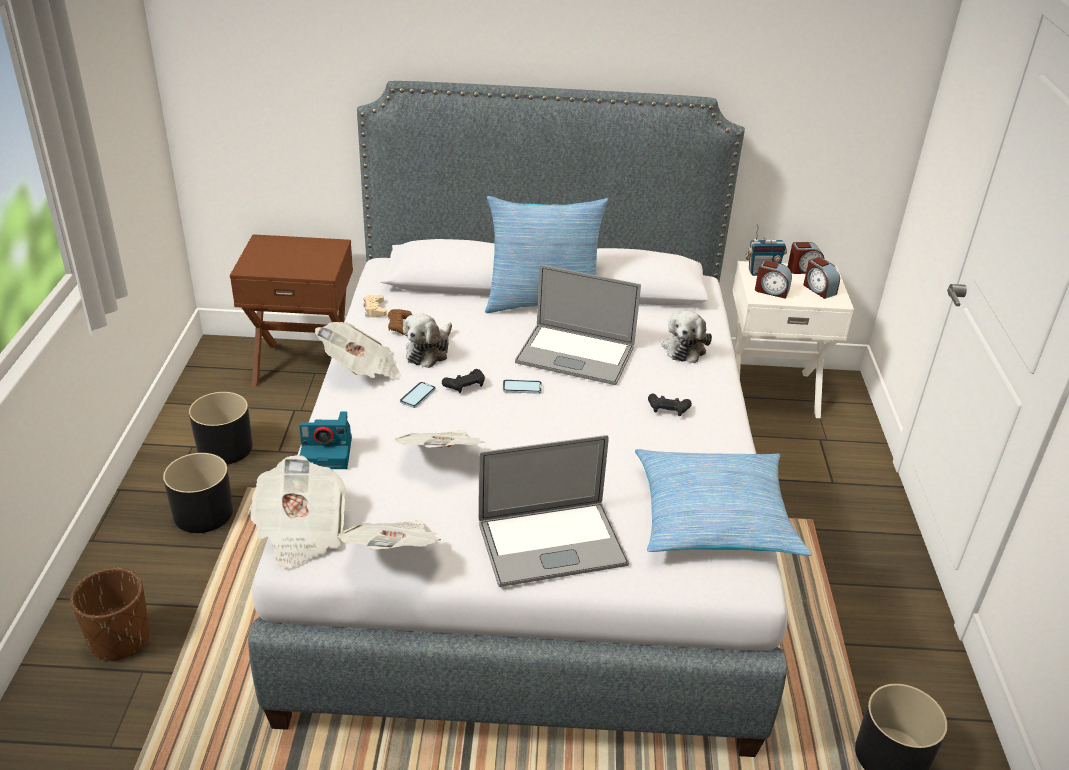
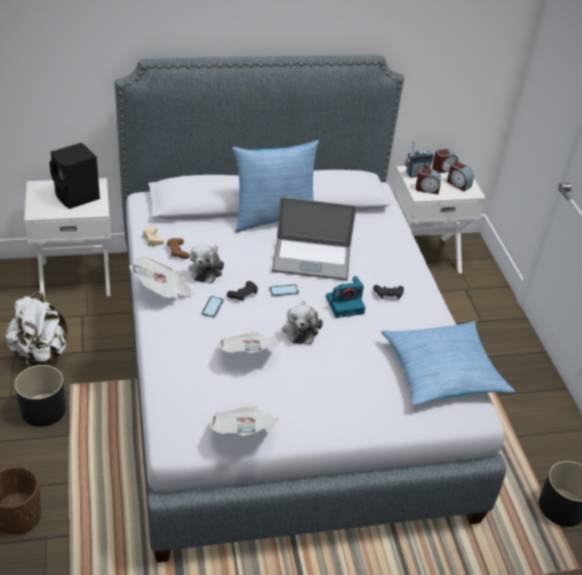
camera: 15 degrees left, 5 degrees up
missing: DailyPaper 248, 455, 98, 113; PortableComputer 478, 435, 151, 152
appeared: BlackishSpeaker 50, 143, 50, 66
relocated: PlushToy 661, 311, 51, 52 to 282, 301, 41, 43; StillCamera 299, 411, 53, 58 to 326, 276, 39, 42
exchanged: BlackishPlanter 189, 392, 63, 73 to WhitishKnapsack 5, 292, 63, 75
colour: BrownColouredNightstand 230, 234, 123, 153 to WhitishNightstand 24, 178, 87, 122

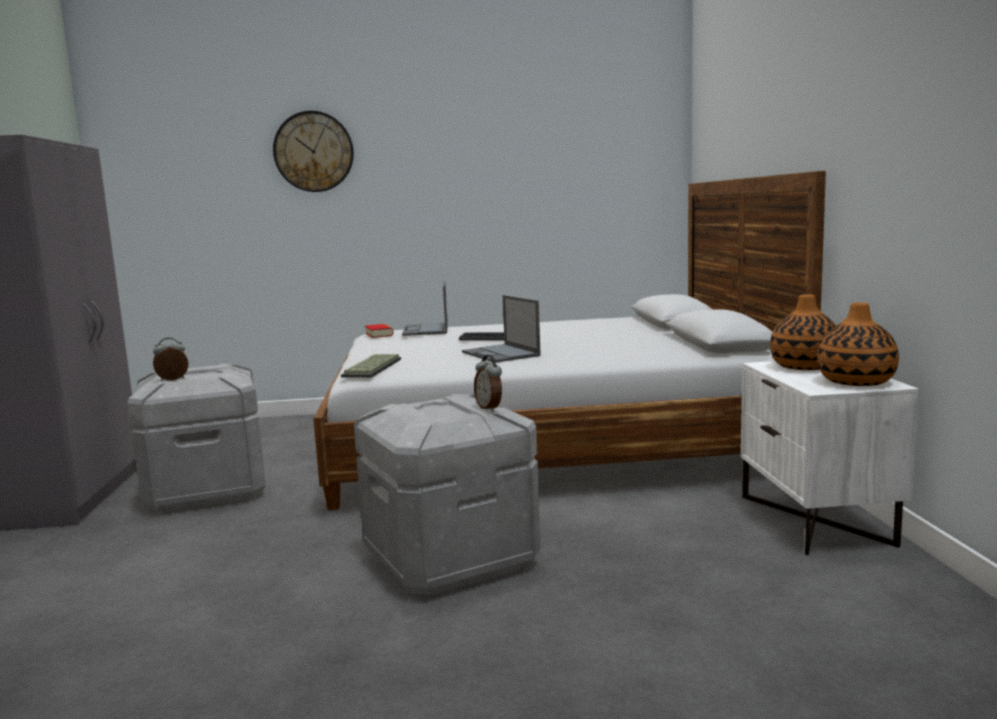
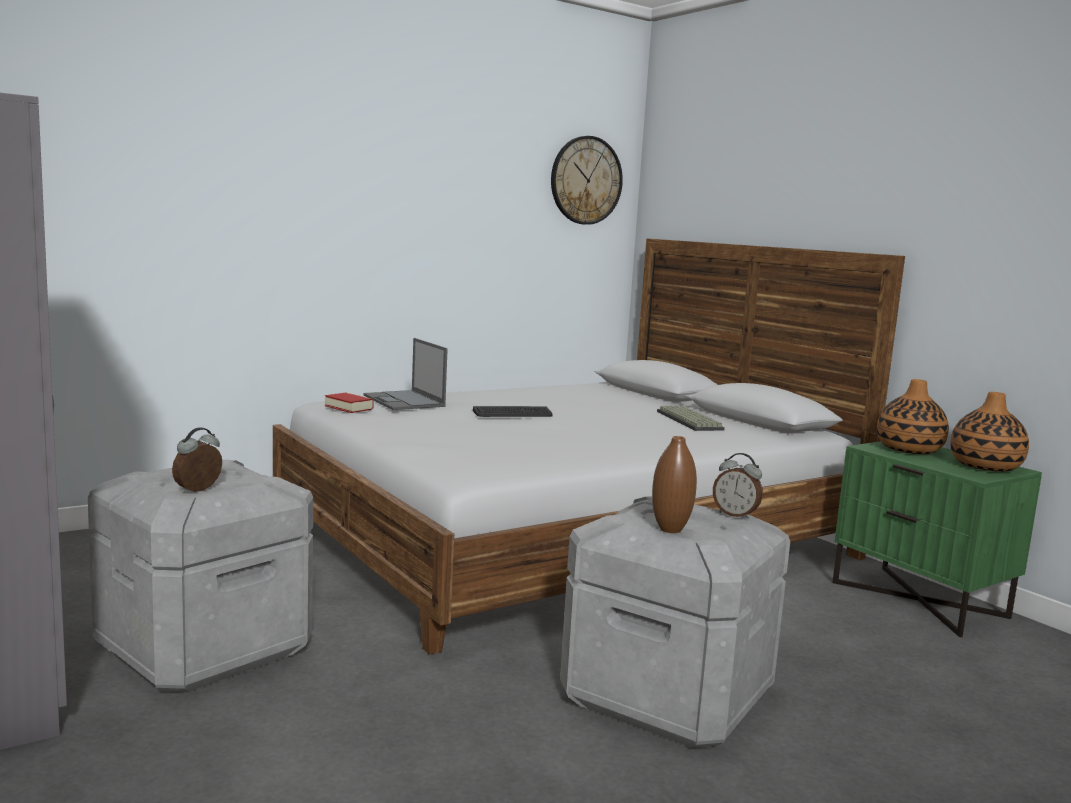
camera: 30 degrees left, 0 degrees up
missing: PortableComputer 462, 295, 79, 68
appeared: BrownColouredDecorativeVase 652, 436, 45, 97
relocated: HangingClock 273, 111, 81, 81 to 551, 136, 72, 89; ComputerKeyboard 341, 354, 60, 24 to 657, 406, 68, 25
colour: WhitishNightstand 741, 361, 178, 194 to GreenNightstand 832, 441, 210, 196

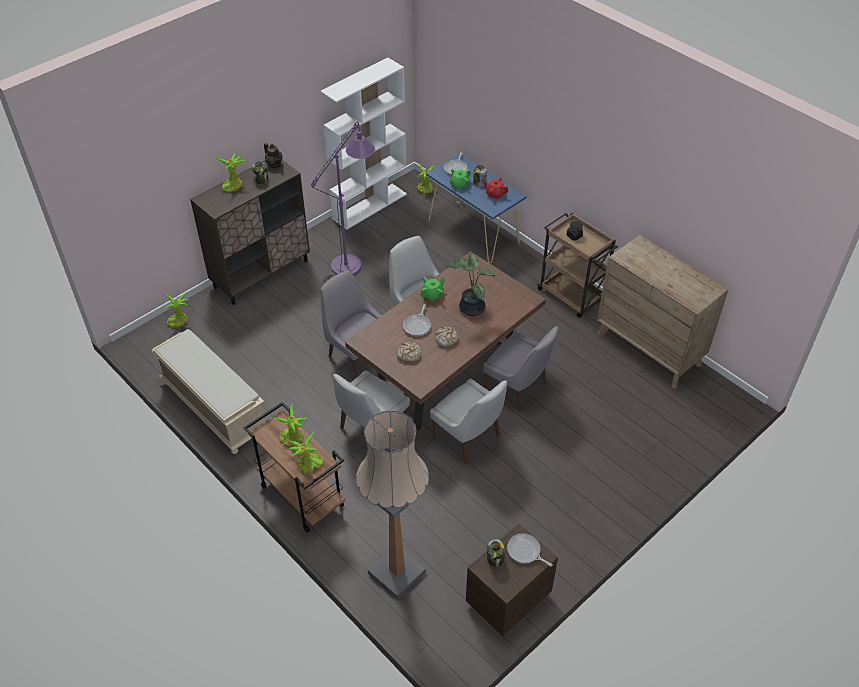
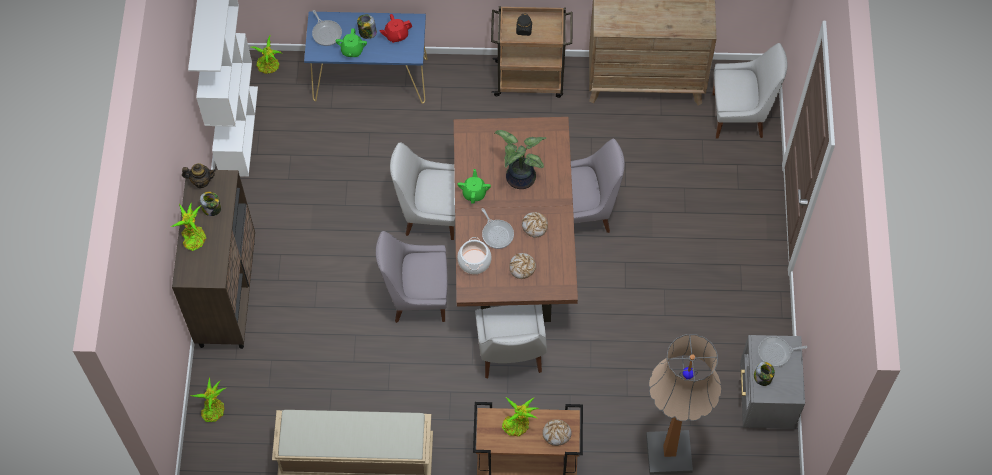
camera: 45 degrees left, 15 degrees up
missing: PurpleColouredFloorLamp 311, 122, 64, 162
appeared: Stockpot 457, 237, 35, 37
relocated: WhitishChair 430, 379, 77, 85 to 712, 43, 76, 96
exchanged: Houseplant 287, 432, 36, 41 to Bread 542, 419, 30, 27
colour: BrownColouredNightstand 466, 524, 92, 112 to GreyishNightstand 740, 335, 65, 94

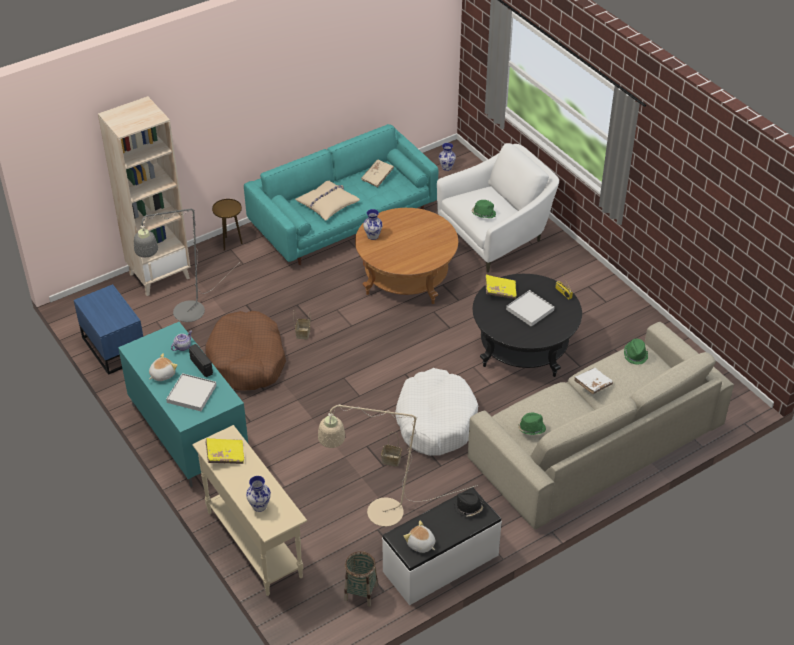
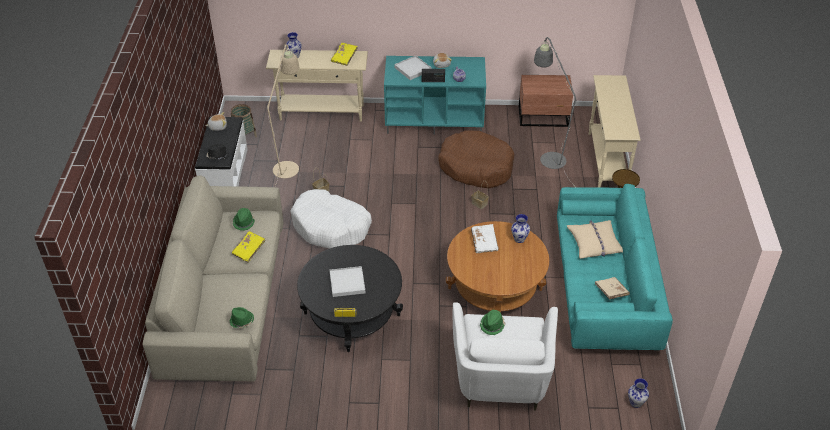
camera: 125 degrees right, 0 degrees up
relocated: YellowColouredBook 485, 275, 32, 24 to 232, 231, 34, 32; WhitishBook 574, 368, 39, 26 to 471, 224, 28, 29
exchanged: BeigeBookshelf 98, 96, 92, 200 to BeigeHallTable 589, 75, 52, 112
colour: BlueColouredNightstand 74, 284, 69, 91 to BrownColouredNightstand 519, 75, 54, 52

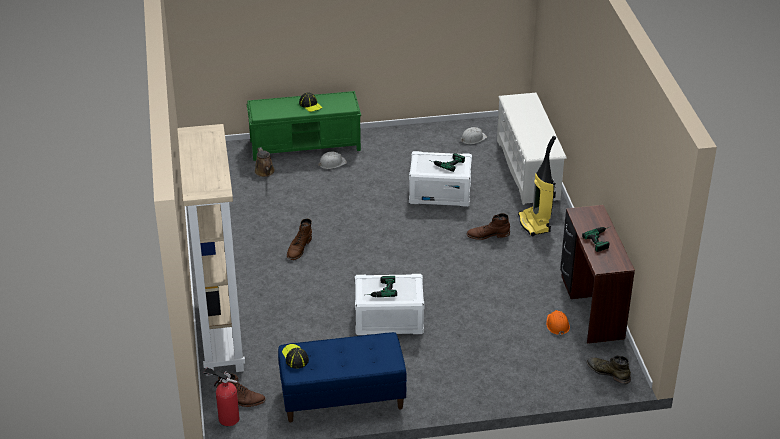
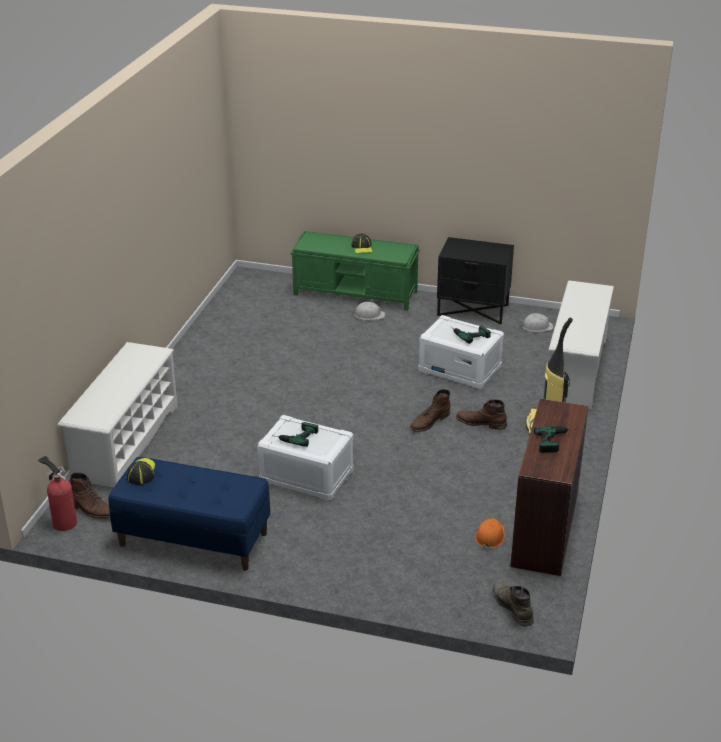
camera: 25 degrees right, 5 degrees down
missing: BrownColouredWateringCan 255, 147, 20, 30
appeared: BlackishNightstand 437, 237, 77, 88
relocated: BrownColouredBoot 287, 218, 25, 42 to 410, 389, 40, 43
exchanged: BeigeBookshelf 177, 124, 68, 252 to WhitishShoeShelf 58, 342, 120, 146

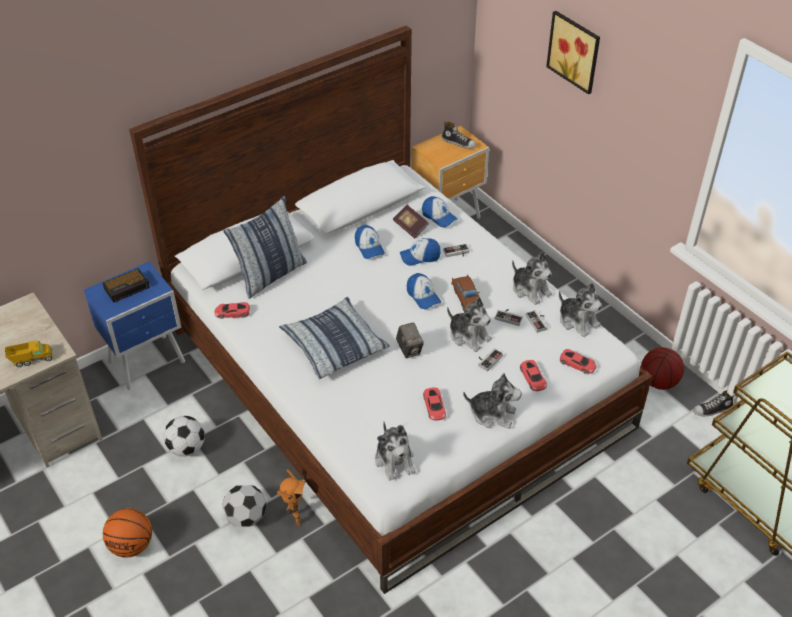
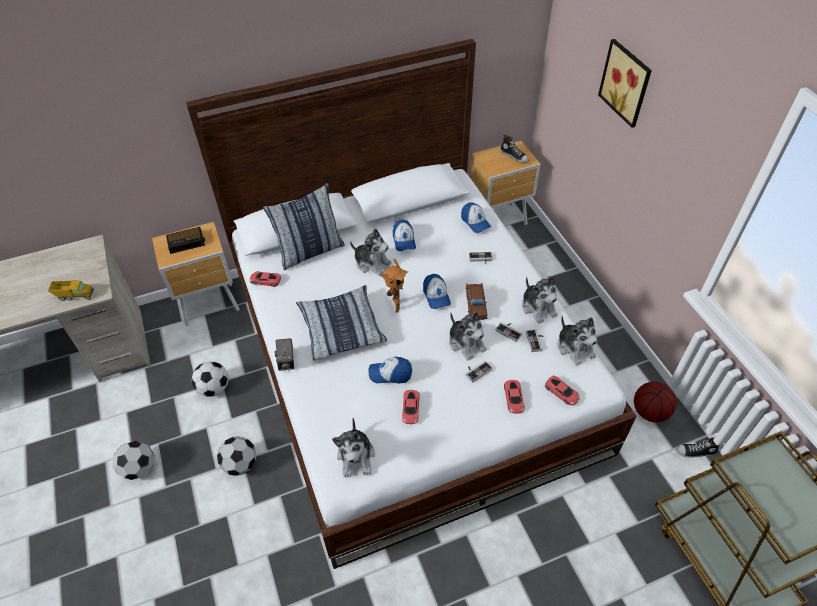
camera: 15 degrees right, 5 degrees up
missing: Book 393, 205, 36, 33
relocated: StillCamera 396, 322, 28, 36 to 275, 338, 19, 33; PlushToy 463, 373, 59, 56 to 350, 229, 42, 47; PeakedCap 400, 238, 40, 28 to 369, 357, 43, 27; RobotFigure 277, 469, 29, 58 to 380, 259, 28, 54
exchanged: BallForBasketball 103, 508, 49, 49 to BallForFootball 113, 440, 42, 40
colour: BlueColouredNightstand 84, 262, 101, 128 to BrownColouredNightstand 152, 222, 88, 104

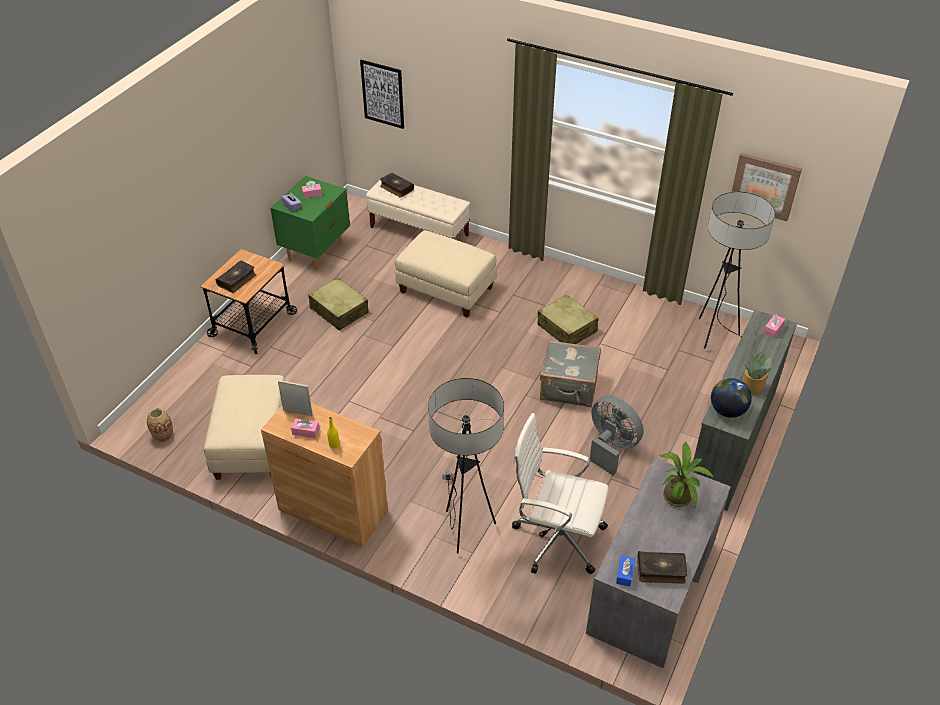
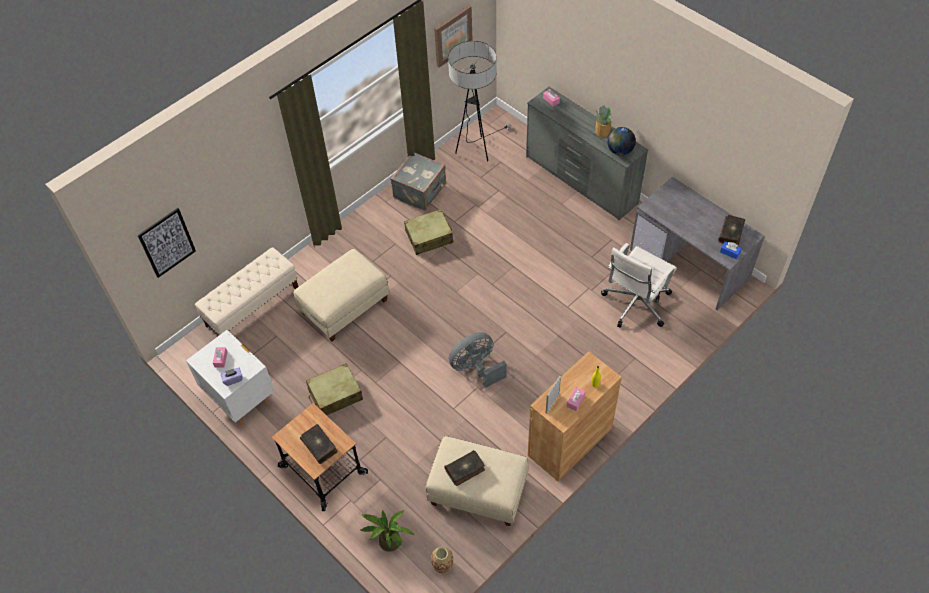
camera: 70 degrees left, 10 degrees up
missing: FloorLamp 428, 378, 76, 176
relocated: Houseplant 660, 442, 54, 66 to 361, 511, 54, 41; GreyishPieceOfLuggage 540, 340, 61, 67 to 391, 152, 55, 58; Book 380, 173, 34, 25 to 444, 450, 41, 36; GreyishElectricFan 589, 396, 55, 79 to 449, 332, 58, 56
colour: GreenNightstand 270, 176, 80, 94 to WhitishNightstand 186, 330, 89, 95

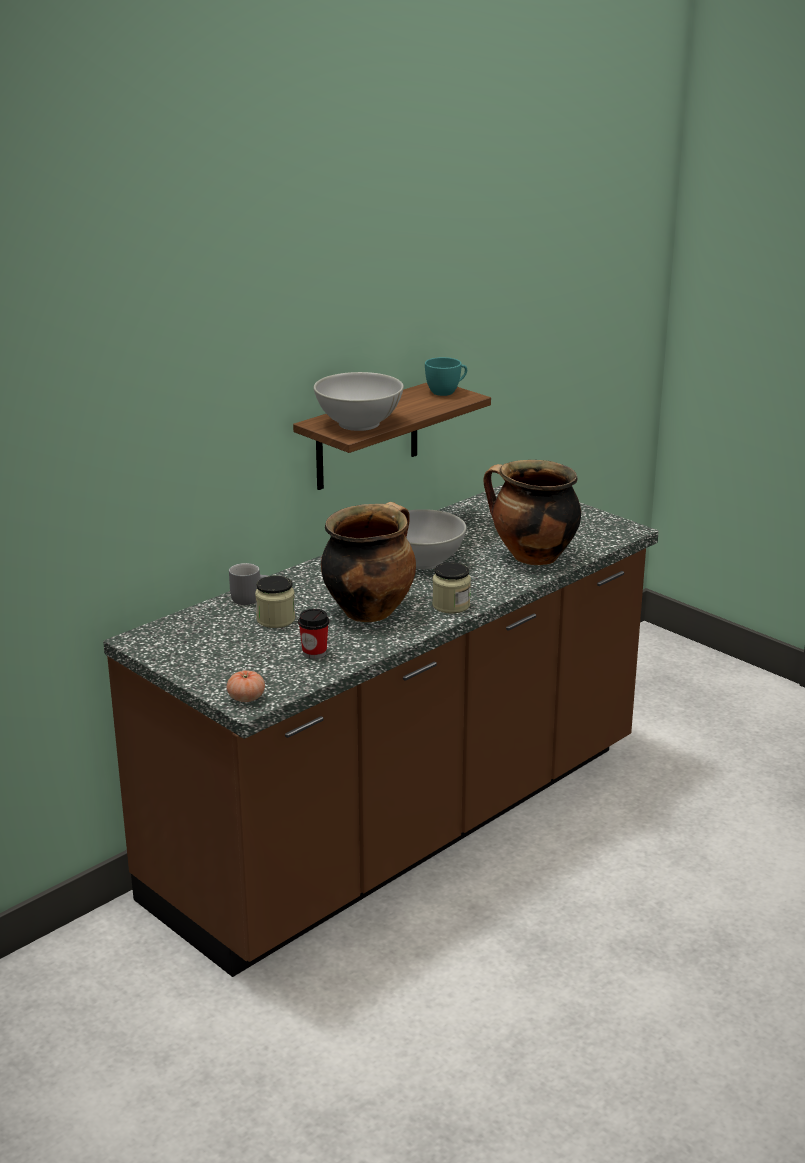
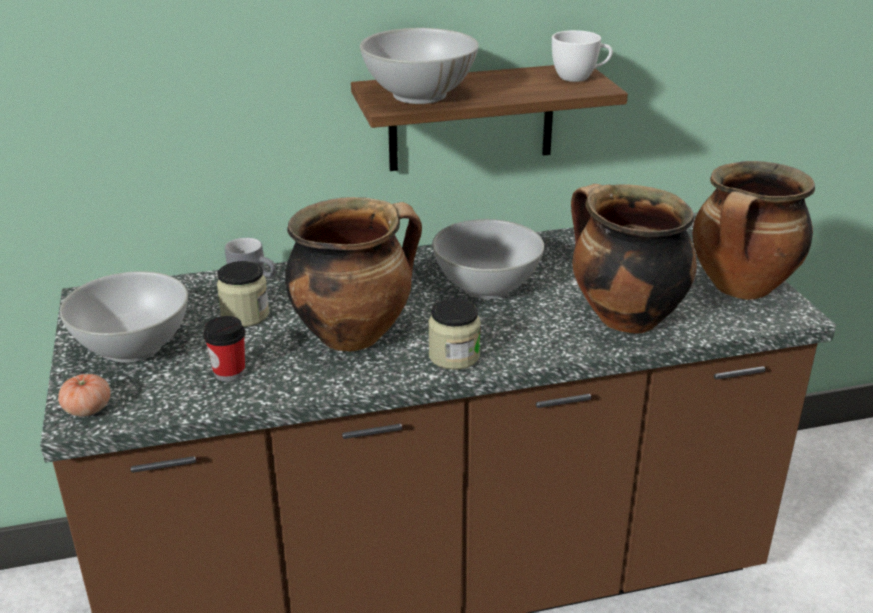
camera: 30 degrees right, 5 degrees up
appeared: WhitishDeepDish 60, 271, 128, 92; Stockpot 692, 161, 123, 139
colour: BlueGreenDrinkingCup 425, 357, 42, 39 to WhitishDrinkingCup 552, 30, 61, 52

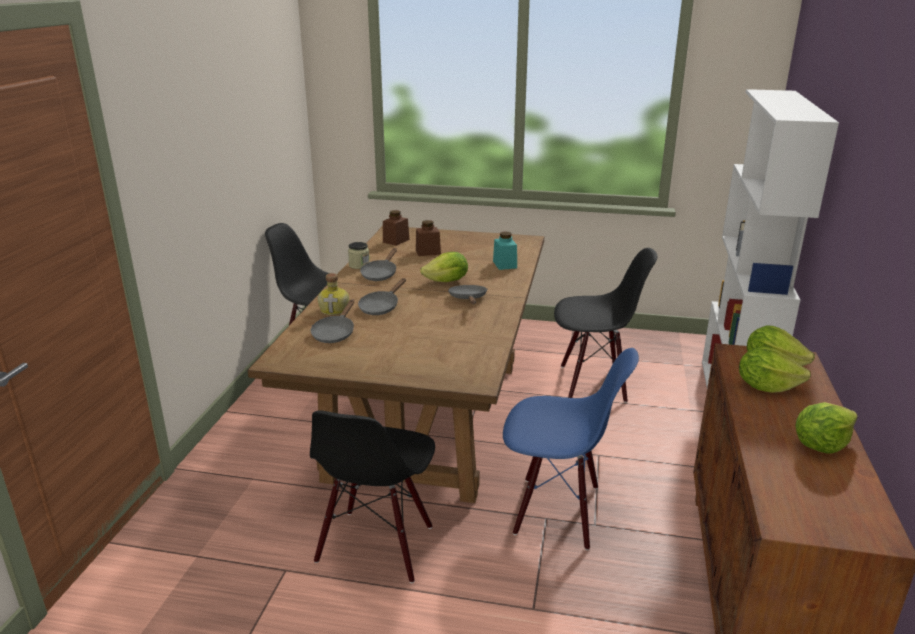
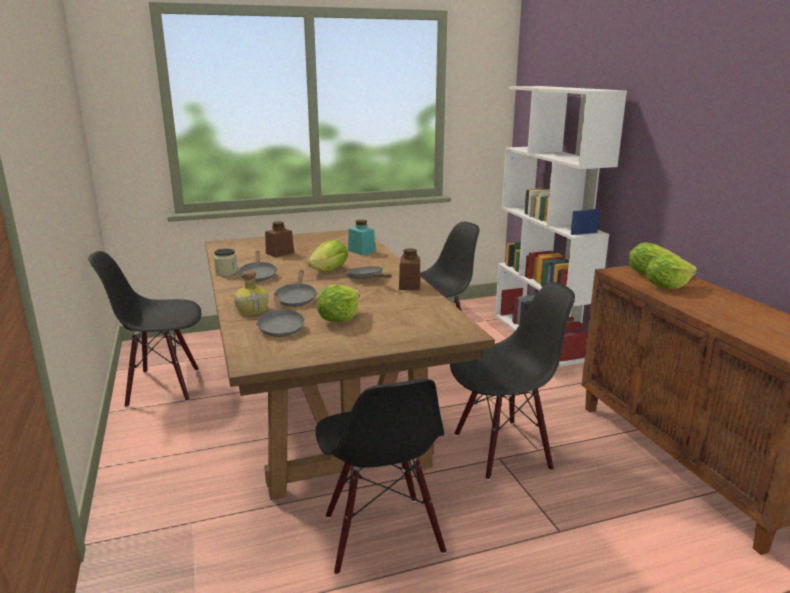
camera: 30 degrees left, 5 degrees down
relocated: Lettuce 795, 402, 63, 51 to 316, 285, 44, 37; BrownColouredJar 383, 210, 26, 36 to 399, 248, 22, 42
colour: BlueColouredChair 503, 348, 136, 202 to BlackishChair 450, 282, 125, 198

